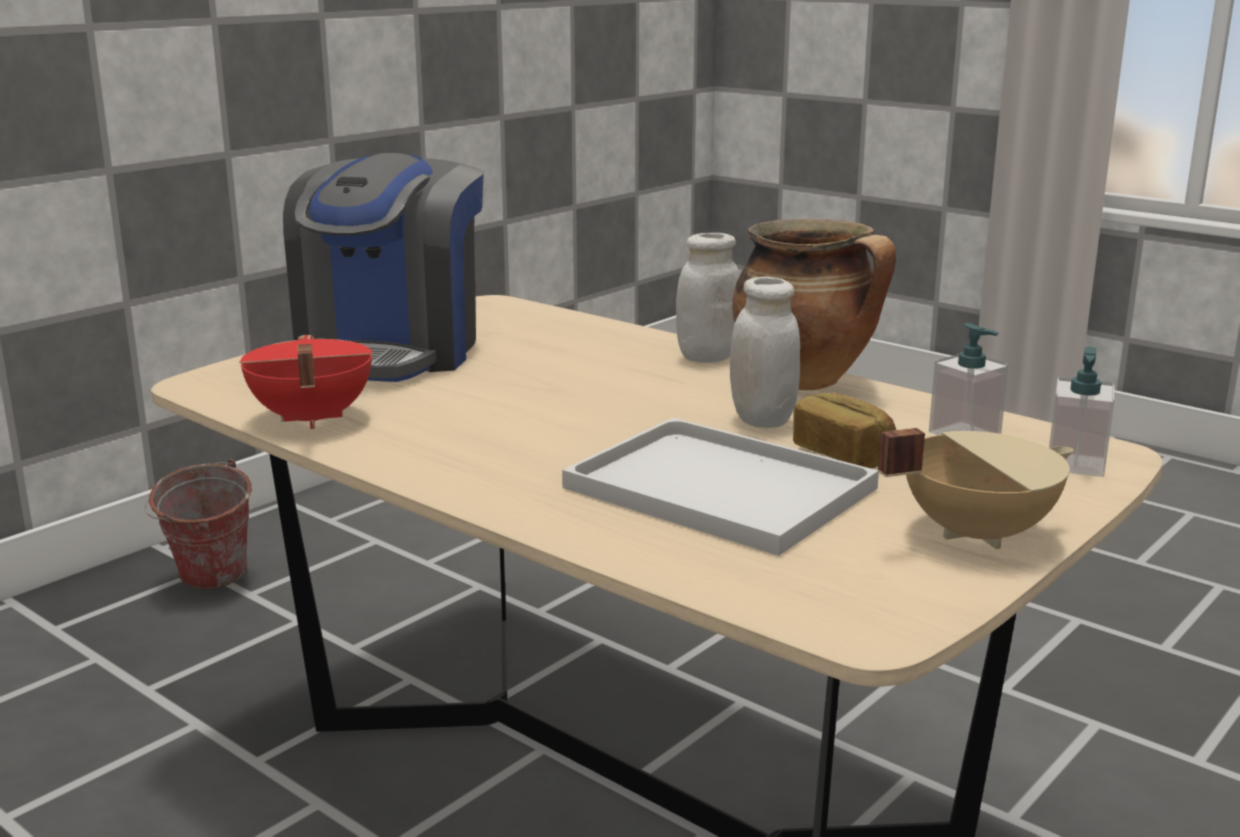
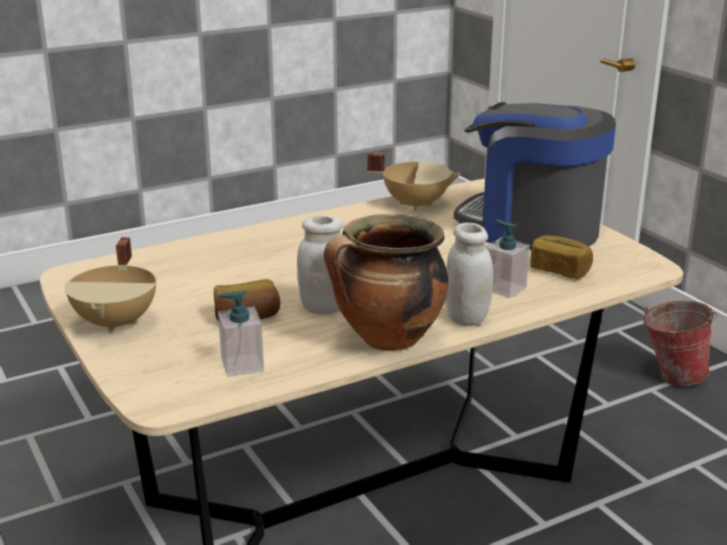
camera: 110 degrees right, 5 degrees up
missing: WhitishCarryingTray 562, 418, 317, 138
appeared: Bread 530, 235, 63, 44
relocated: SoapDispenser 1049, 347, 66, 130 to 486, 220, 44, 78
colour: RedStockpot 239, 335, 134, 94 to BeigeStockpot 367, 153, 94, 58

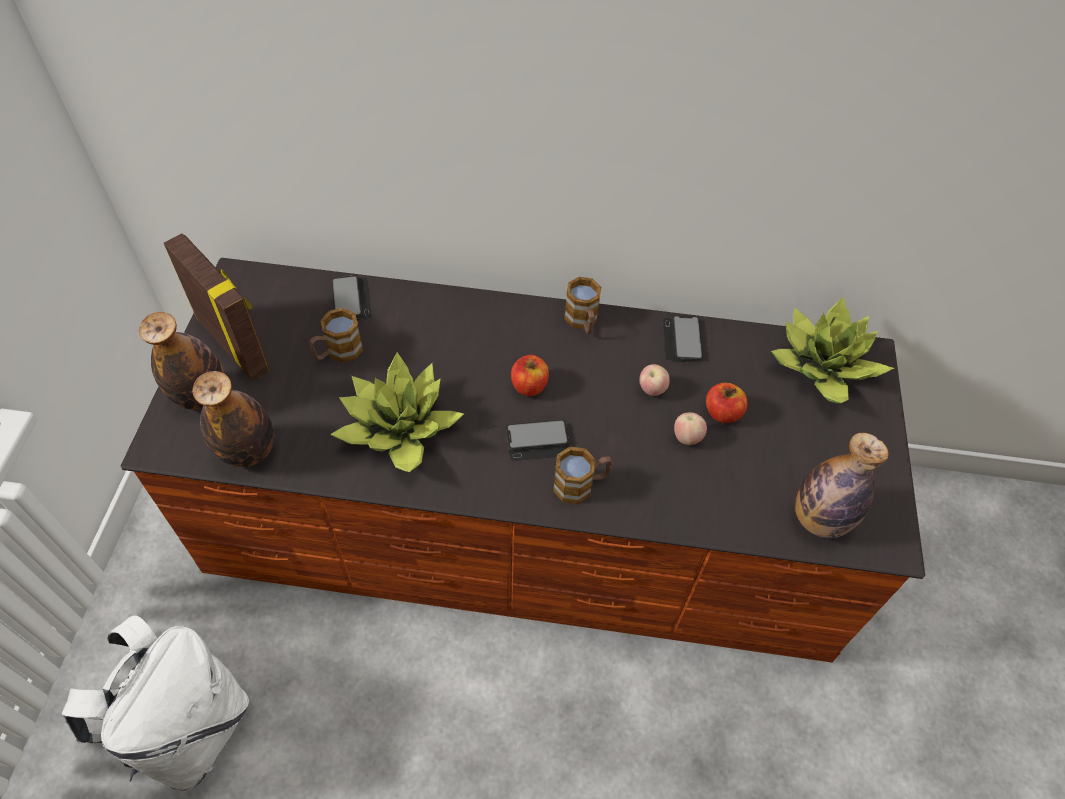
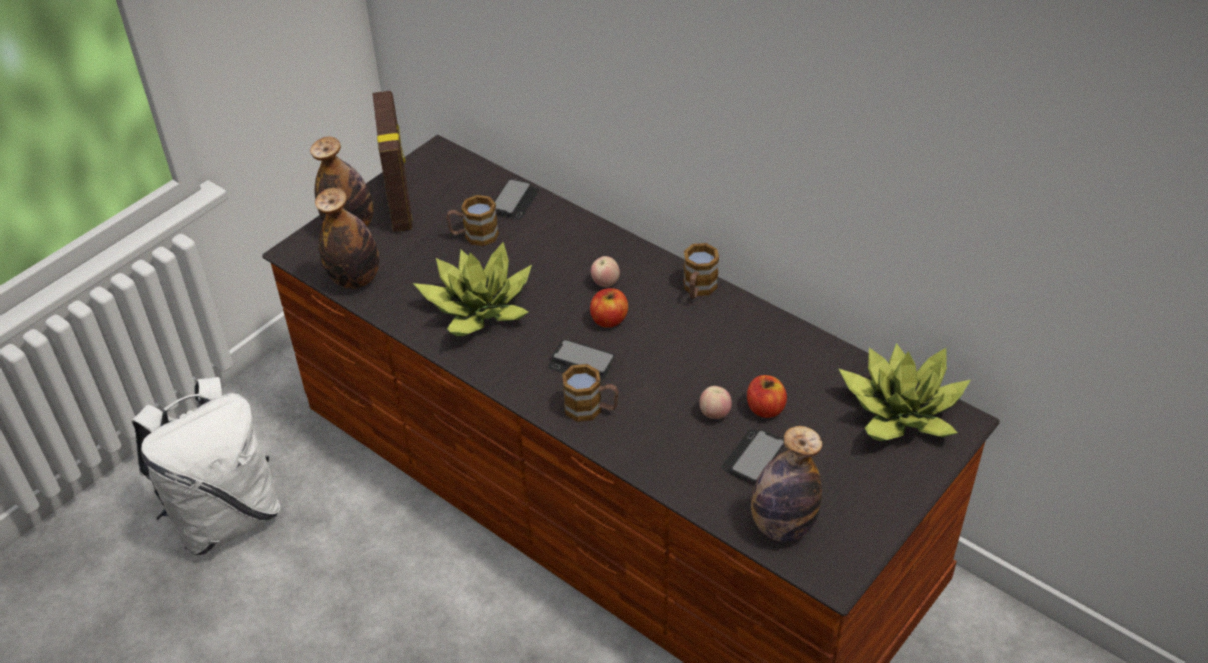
camera: 35 degrees right, 10 degrees down
relocated: WholeApple 639, 364, 31, 32 to 591, 256, 29, 31; Phone 663, 315, 40, 47 to 721, 429, 63, 52

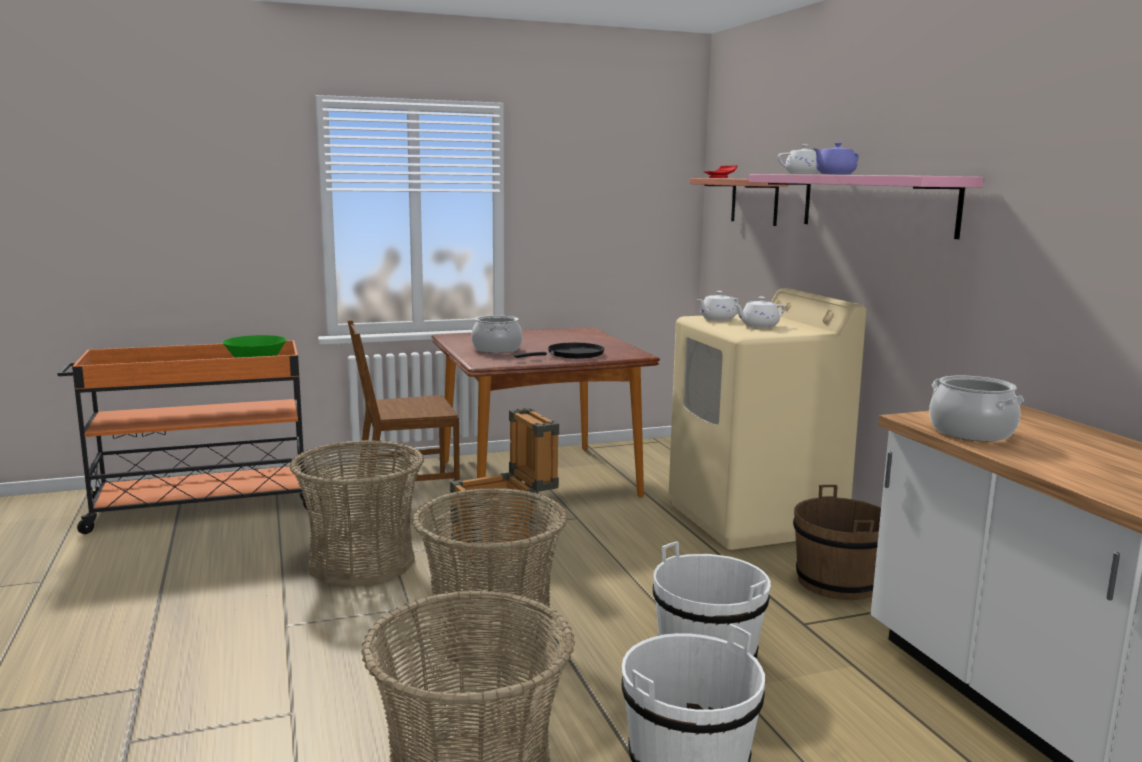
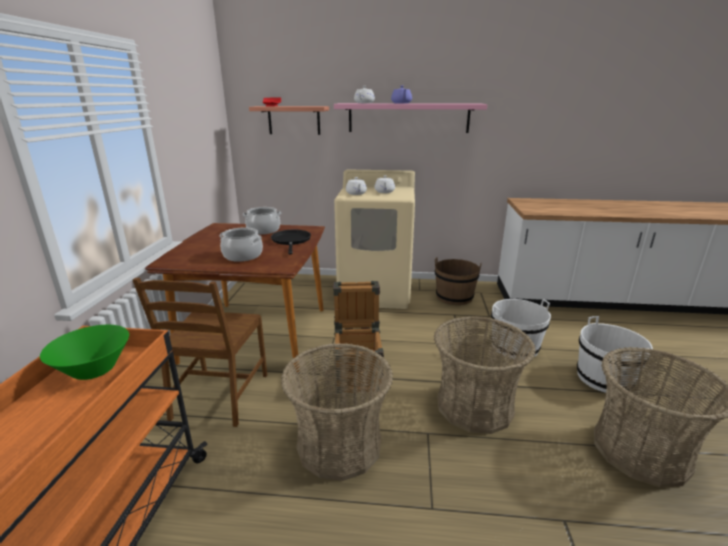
camera: 65 degrees left, 10 degrees up
relocated: Stockpot 929, 375, 95, 66 to 242, 207, 39, 27

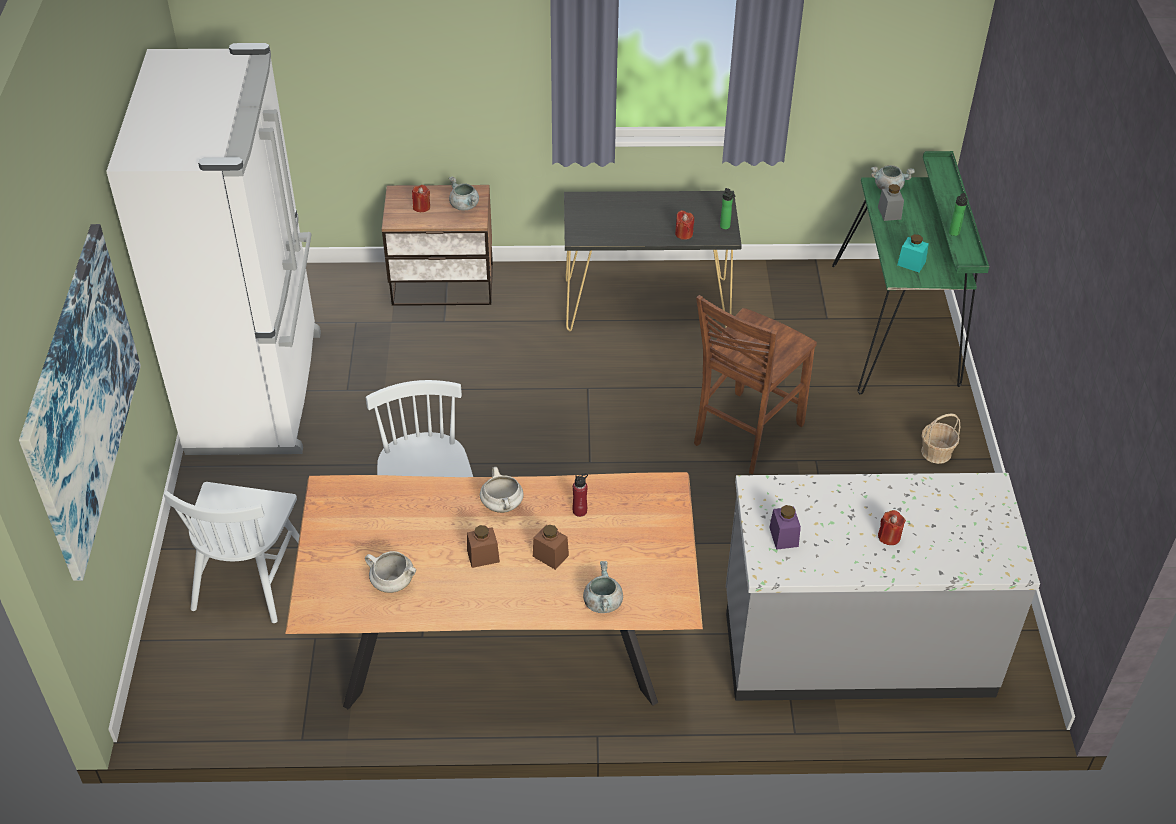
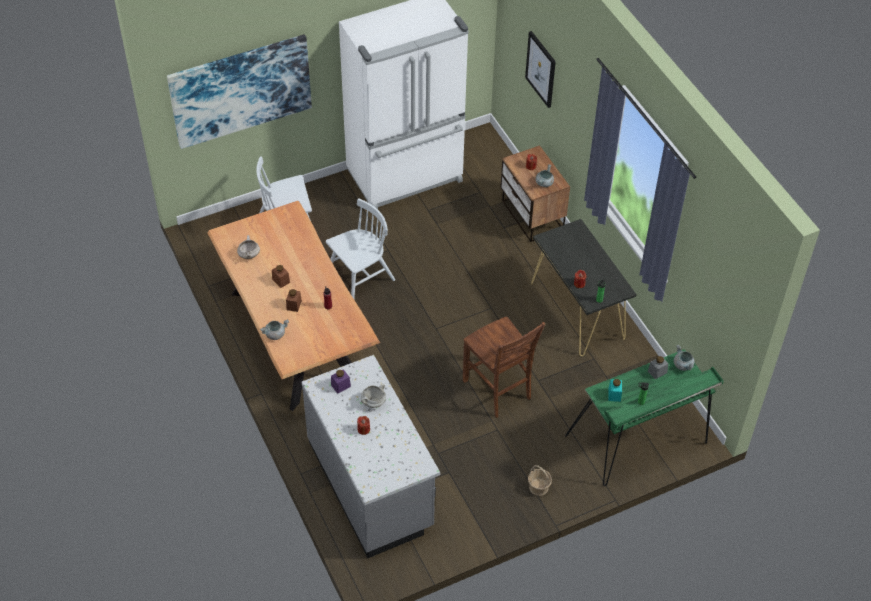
camera: 65 degrees right, 5 degrees up
appeared: WallPicture 525, 31, 31, 77
relocated: WhitishStockpot 480, 467, 44, 46 to 361, 384, 25, 24
spun: BrownColouredChair 694, 295, 123, 179 = 463, 317, 82, 101 135 degrees counterclockwise

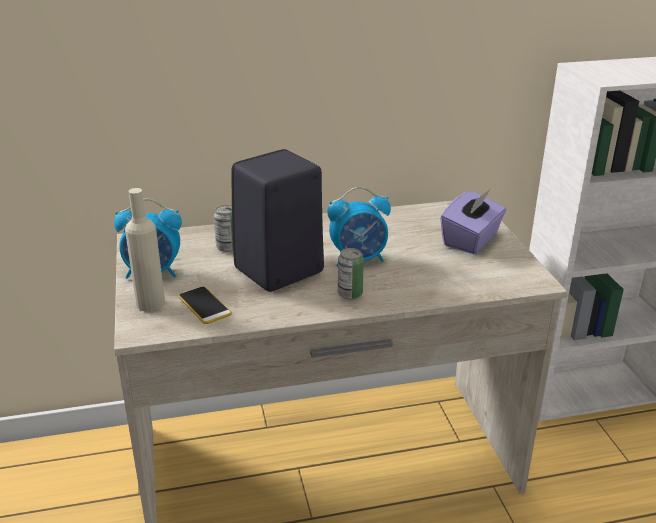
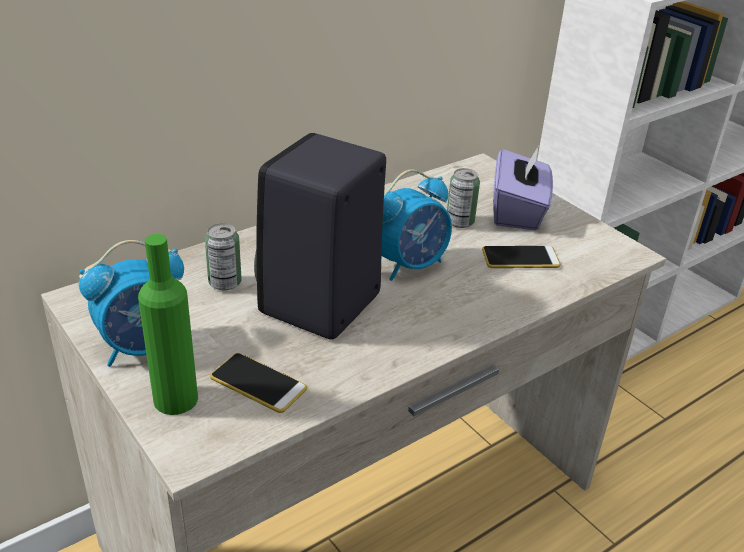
camera: 25 degrees left, 5 degrees up
appeared: Phone 482, 246, 79, 22
relocated: SealedCan 338, 248, 26, 52 to 447, 168, 33, 60
colour: BeigeBottle 125, 188, 40, 123 to GreenBottle 138, 234, 60, 181

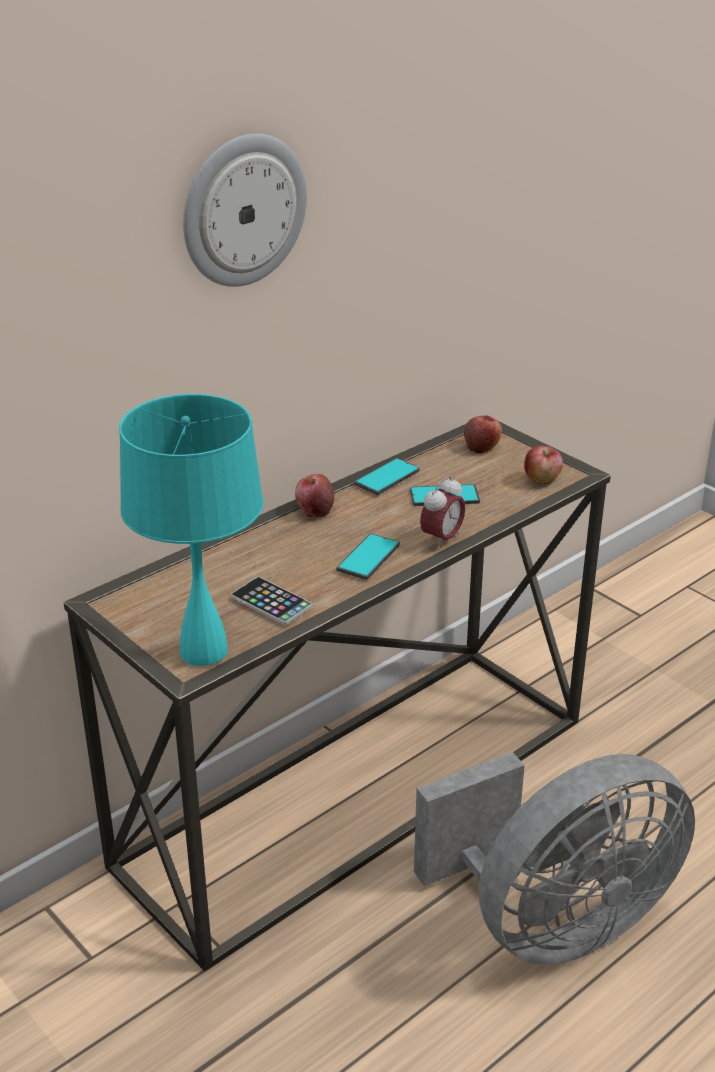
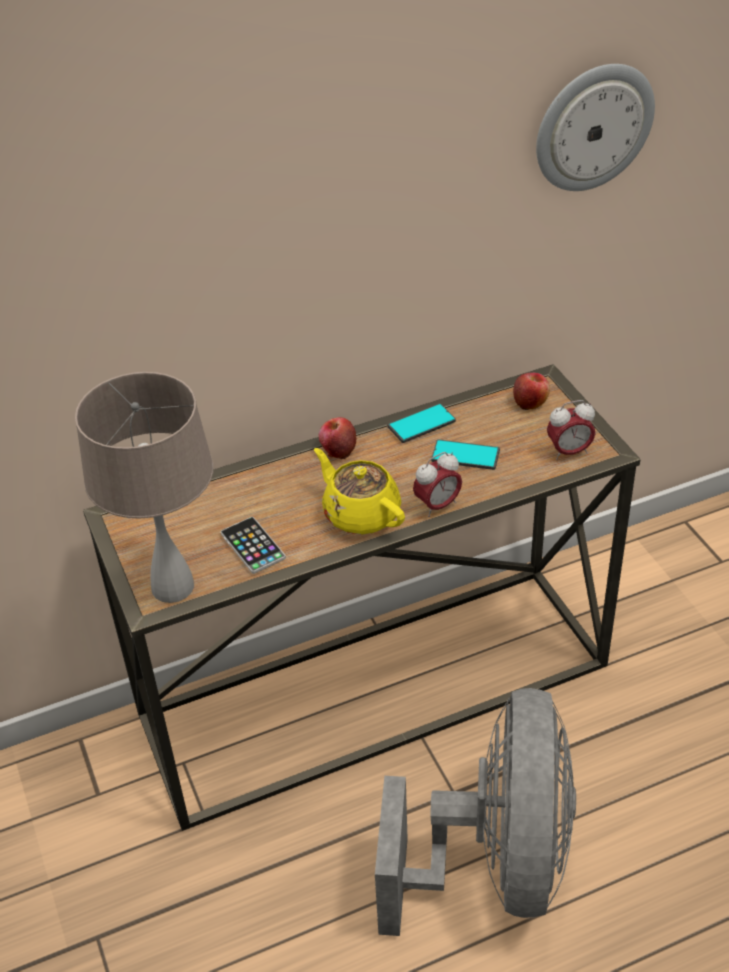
camera: 20 degrees right, 10 degrees up
relocated: HangingClock 183, 134, 124, 153 to 536, 64, 119, 127
exchanged: Phone 337, 534, 63, 46 to YellowColouredTeaPot 314, 448, 91, 87; WholeApple 524, 446, 39, 38 to AlarmClock 547, 400, 48, 60
colour: BlueGreenLampForATable 119, 394, 145, 272 to BeigeLampForATable 75, 372, 138, 231
spun: GreyishElectricFan 414, 752, 281, 213 = 375, 688, 201, 248 75 degrees counterclockwise

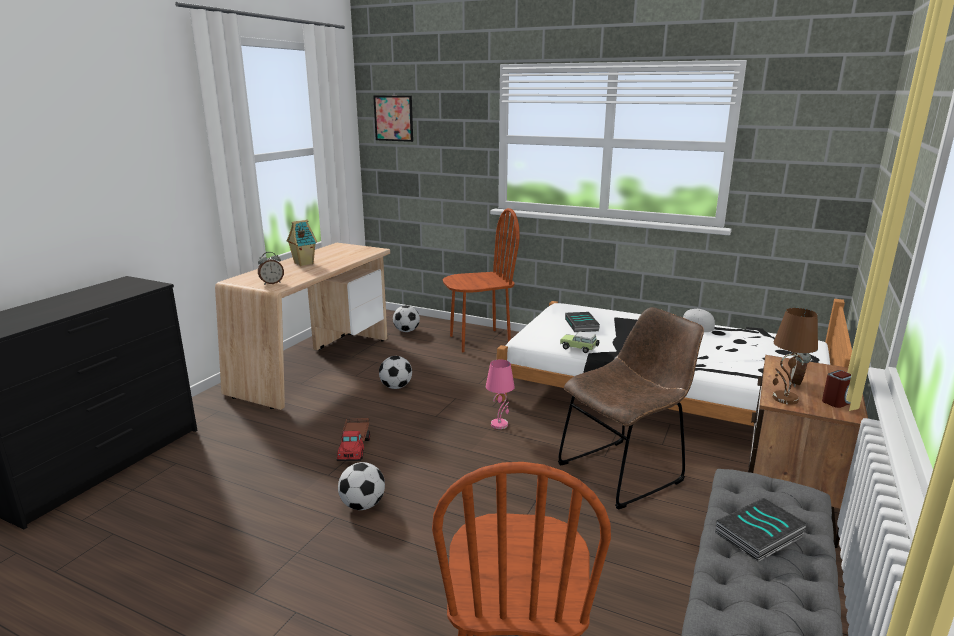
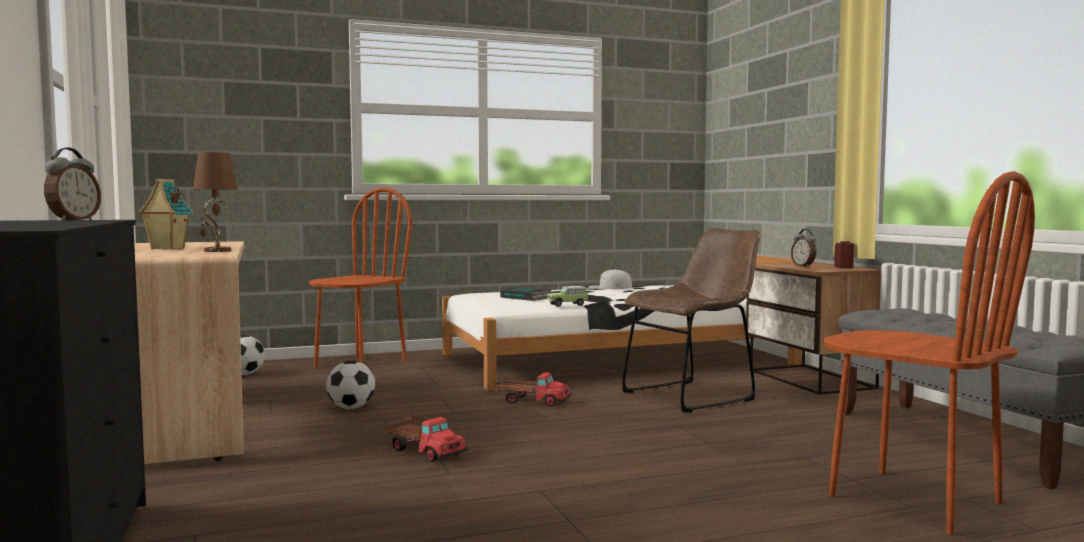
camera: 45 degrees left, 15 degrees down
missing: BallForFootball 338, 462, 47, 48; WallPicture 373, 96, 40, 46; Book 715, 498, 93, 64
relocated: AlarmClock 258, 252, 26, 33 to 44, 147, 57, 74; BrownColouredLampForATable 773, 308, 45, 97 to 193, 152, 45, 100
exchanged: PinkLampForATable 486, 359, 29, 70 to ToyTruck 495, 372, 76, 34
spun: BrownColouredChair 558, 307, 146, 203 = 622, 228, 139, 184 45 degrees clockwise

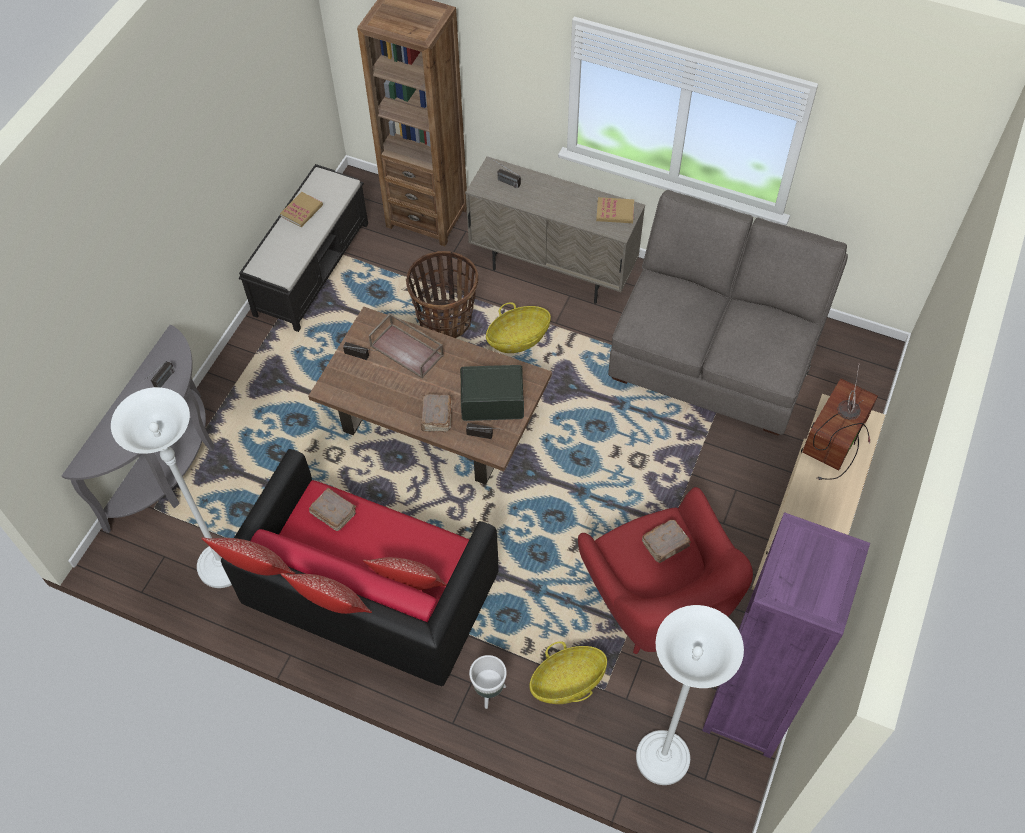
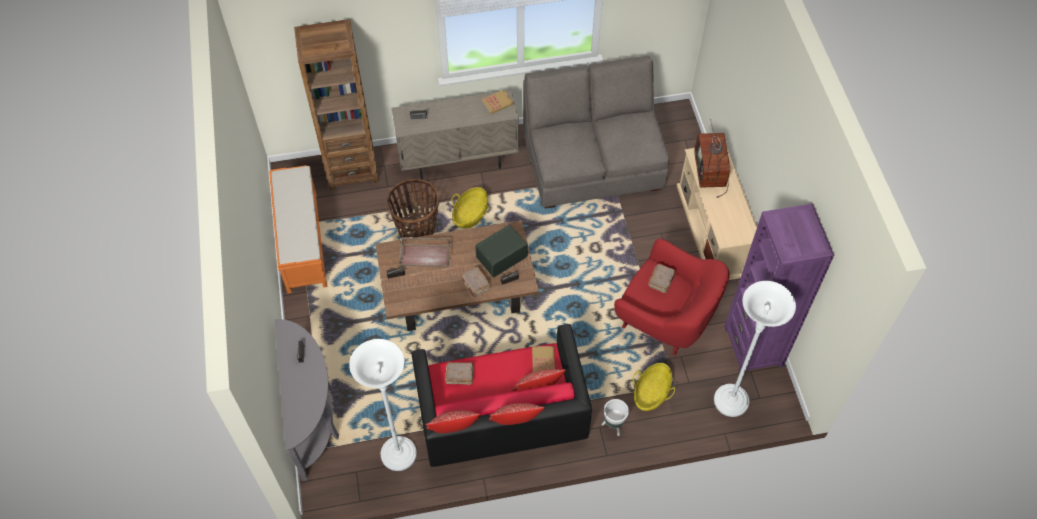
camera: 35 degrees left, 0 degrees up
relocated: Book 280, 192, 43, 35 to 532, 346, 23, 26
colour: BlackishBench 239, 164, 129, 168 to OrangeBench 269, 165, 58, 128

